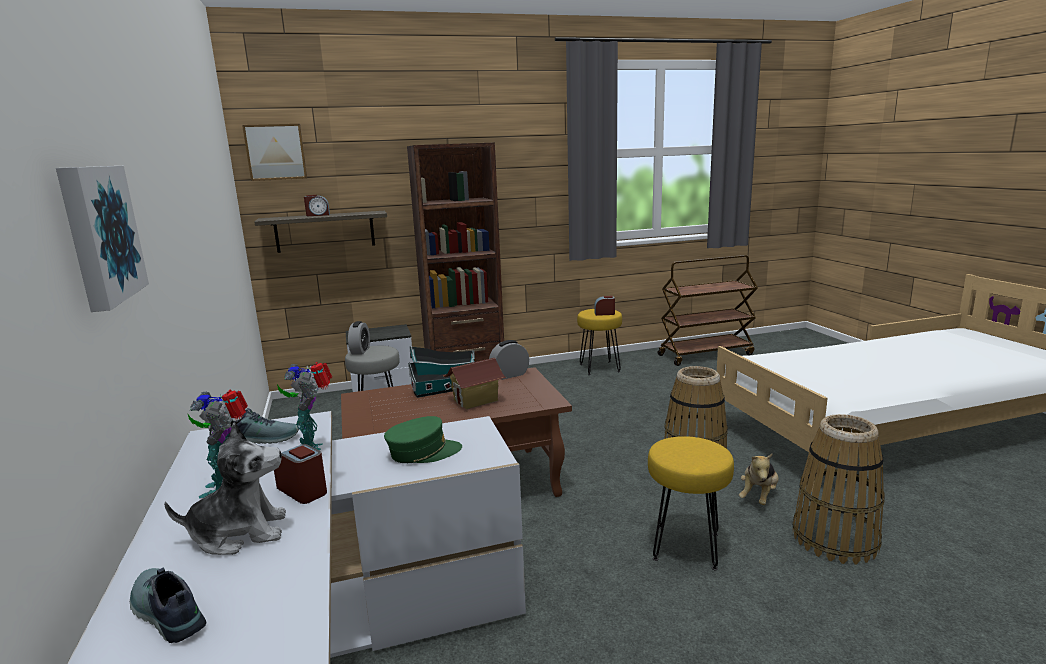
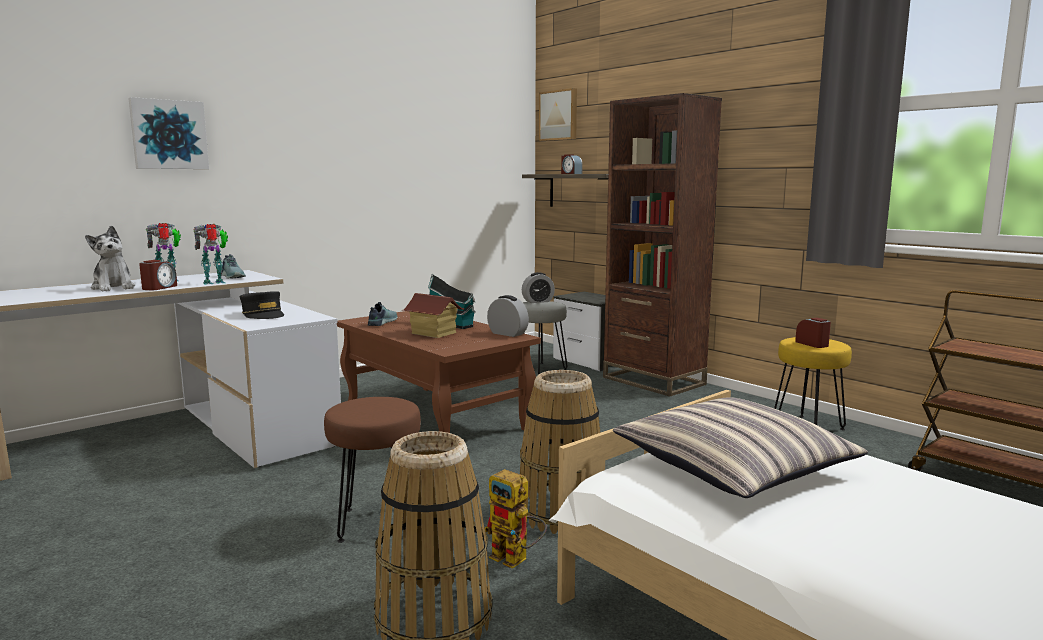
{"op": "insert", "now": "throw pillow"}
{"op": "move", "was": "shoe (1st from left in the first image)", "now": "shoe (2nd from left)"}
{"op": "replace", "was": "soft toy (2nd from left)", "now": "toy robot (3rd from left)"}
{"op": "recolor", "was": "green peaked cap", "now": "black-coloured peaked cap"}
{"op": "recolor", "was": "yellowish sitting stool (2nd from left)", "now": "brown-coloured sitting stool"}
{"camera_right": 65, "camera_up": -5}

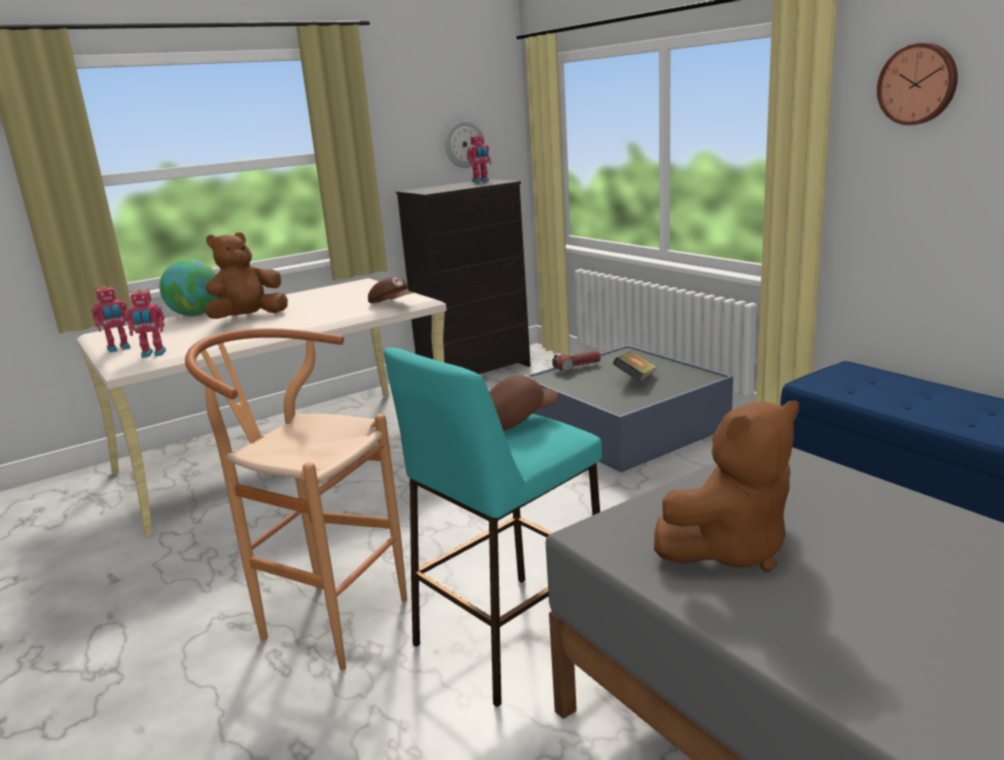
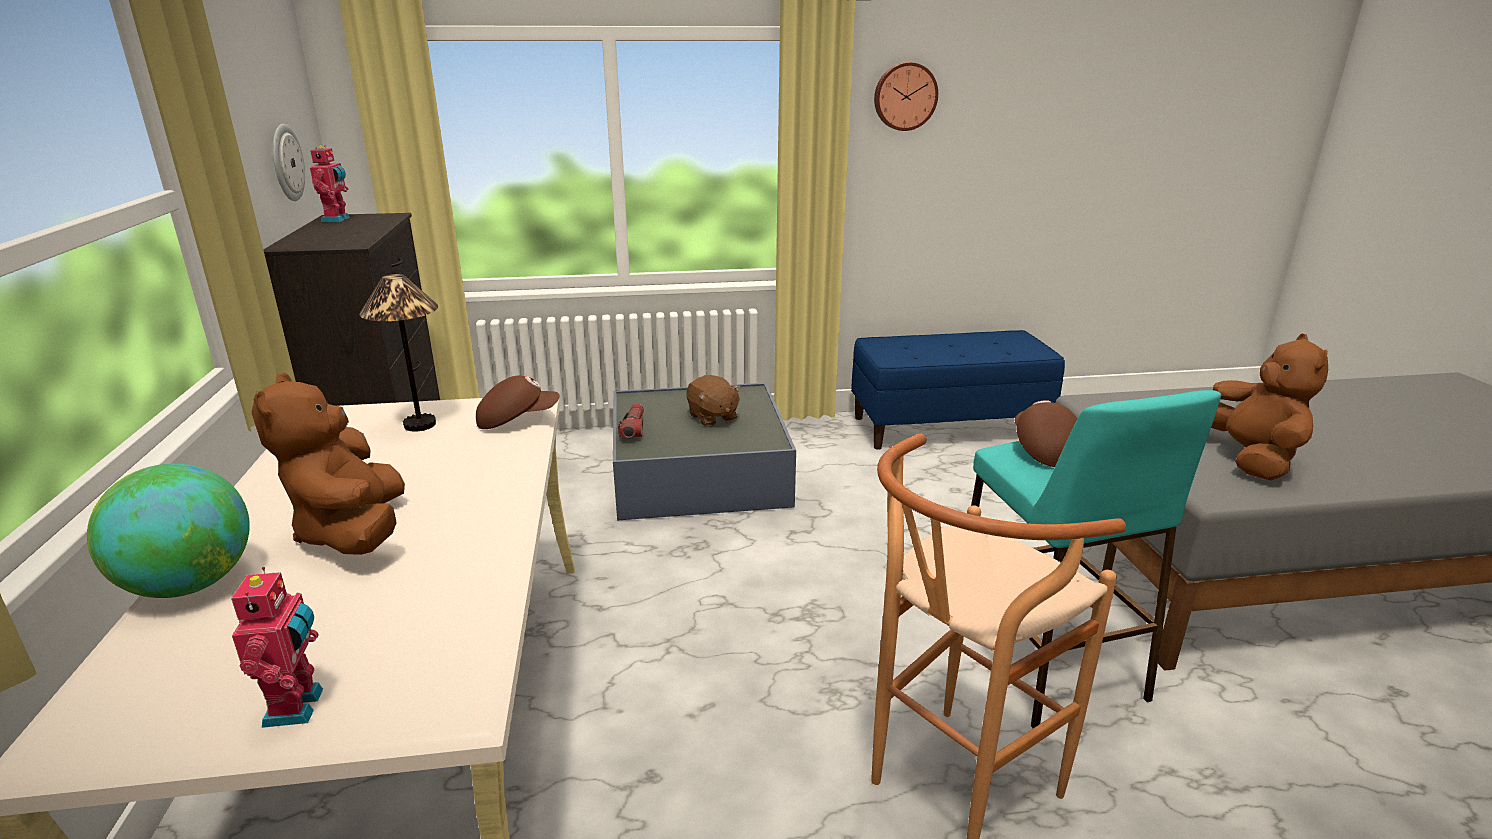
{"op": "delete", "was": "toy robot (2nd from left)"}
{"op": "insert", "now": "lamp for a table"}
{"op": "replace", "was": "bound book", "now": "brown-coloured soft toy (2nd from left)"}
{"camera_right": -65, "camera_up": 5}

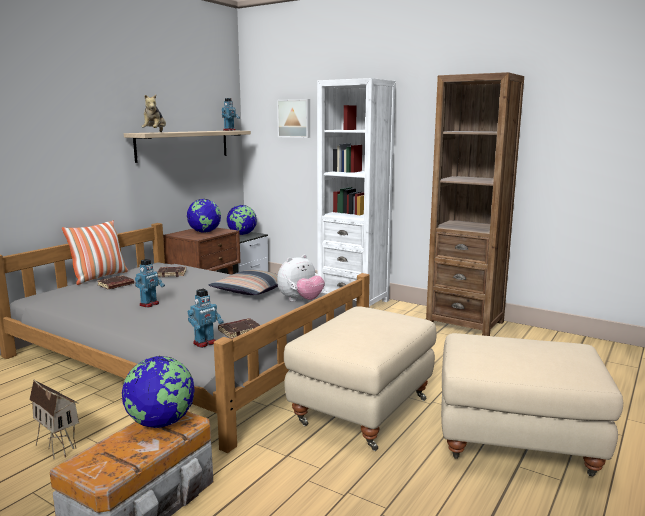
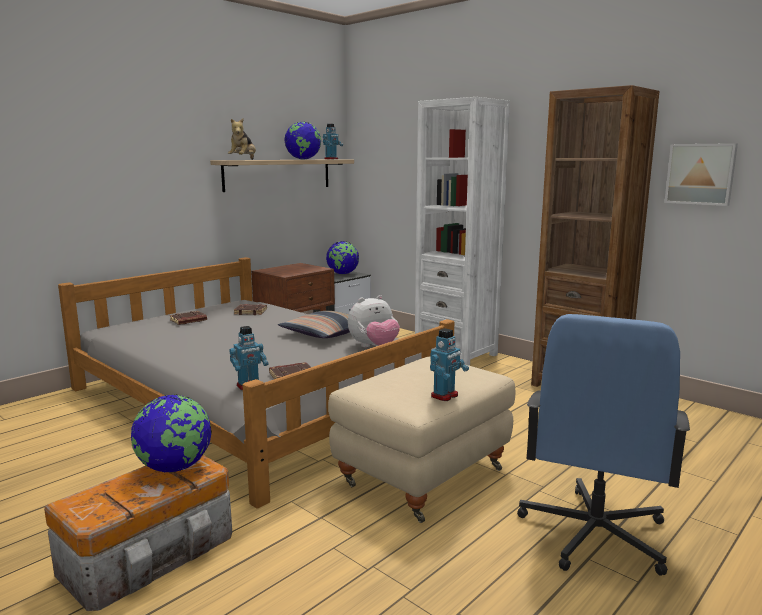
{"op": "delete", "was": "miniature house"}
{"op": "delete", "was": "throw pillow (1st from left)"}
{"op": "move", "was": "toy robot (1st from left in the first image)", "now": "toy robot (3rd from left)"}
{"op": "move", "was": "world globe (2nd from left)"}
{"op": "move", "was": "picture"}
{"op": "replace", "was": "beige footrest (2nd from left)", "now": "bluish desk chair"}
{"camera_right": 10, "camera_up": 0}

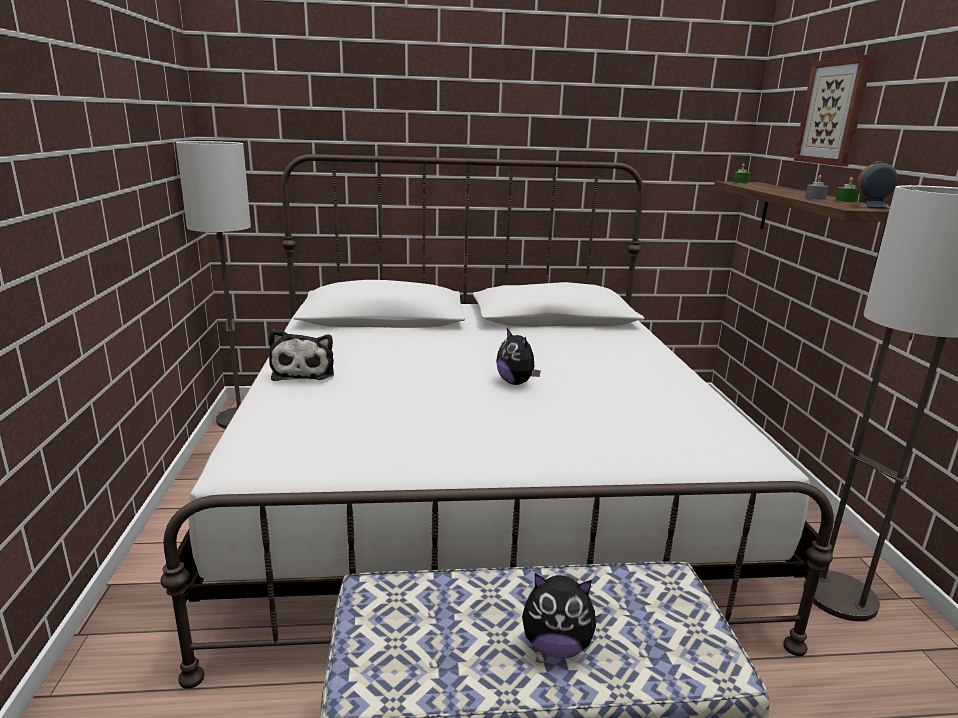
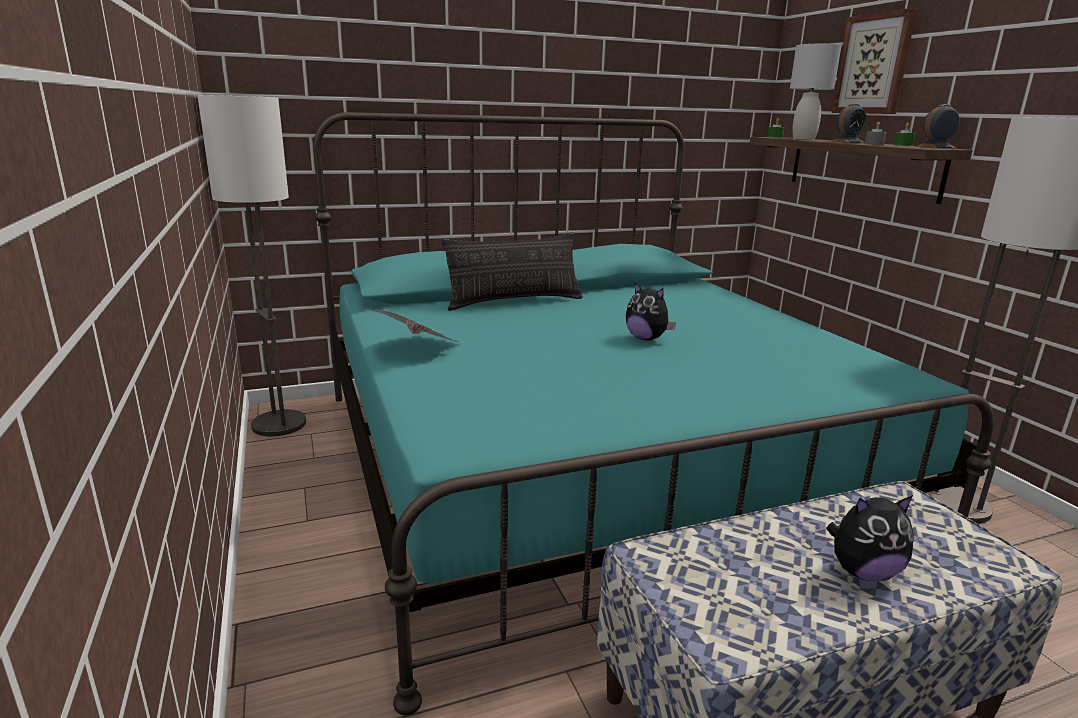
{"op": "insert", "now": "throw pillow"}
{"op": "insert", "now": "greyish lamp for a table"}
{"op": "insert", "now": "alarm clock (1st from left)"}
{"op": "replace", "was": "soft toy (1st from left)", "now": "newspaper"}
{"op": "recolor", "was": "white-coloured bed", "now": "blue-green bed"}
{"camera_right": -15, "camera_up": 0}

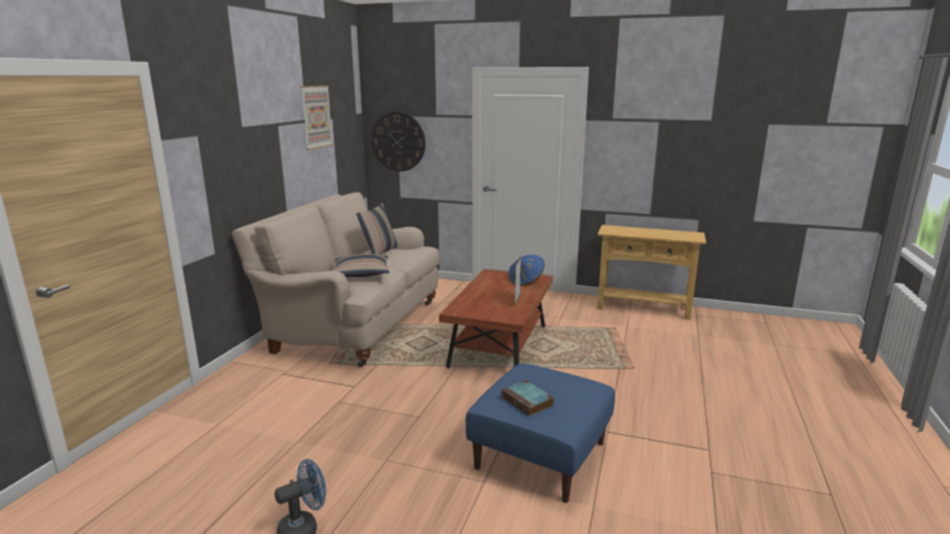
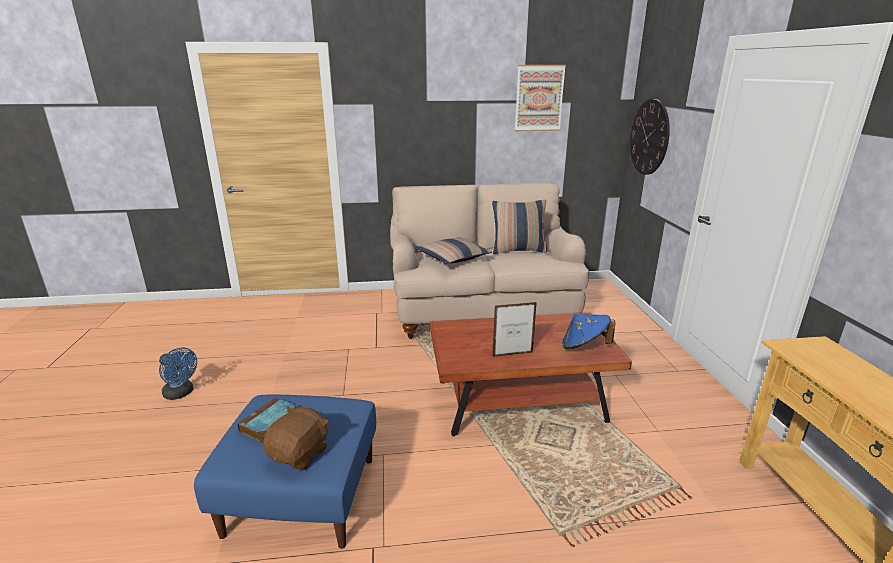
{"op": "insert", "now": "brown-coloured soft toy"}
{"camera_right": 65, "camera_up": 5}

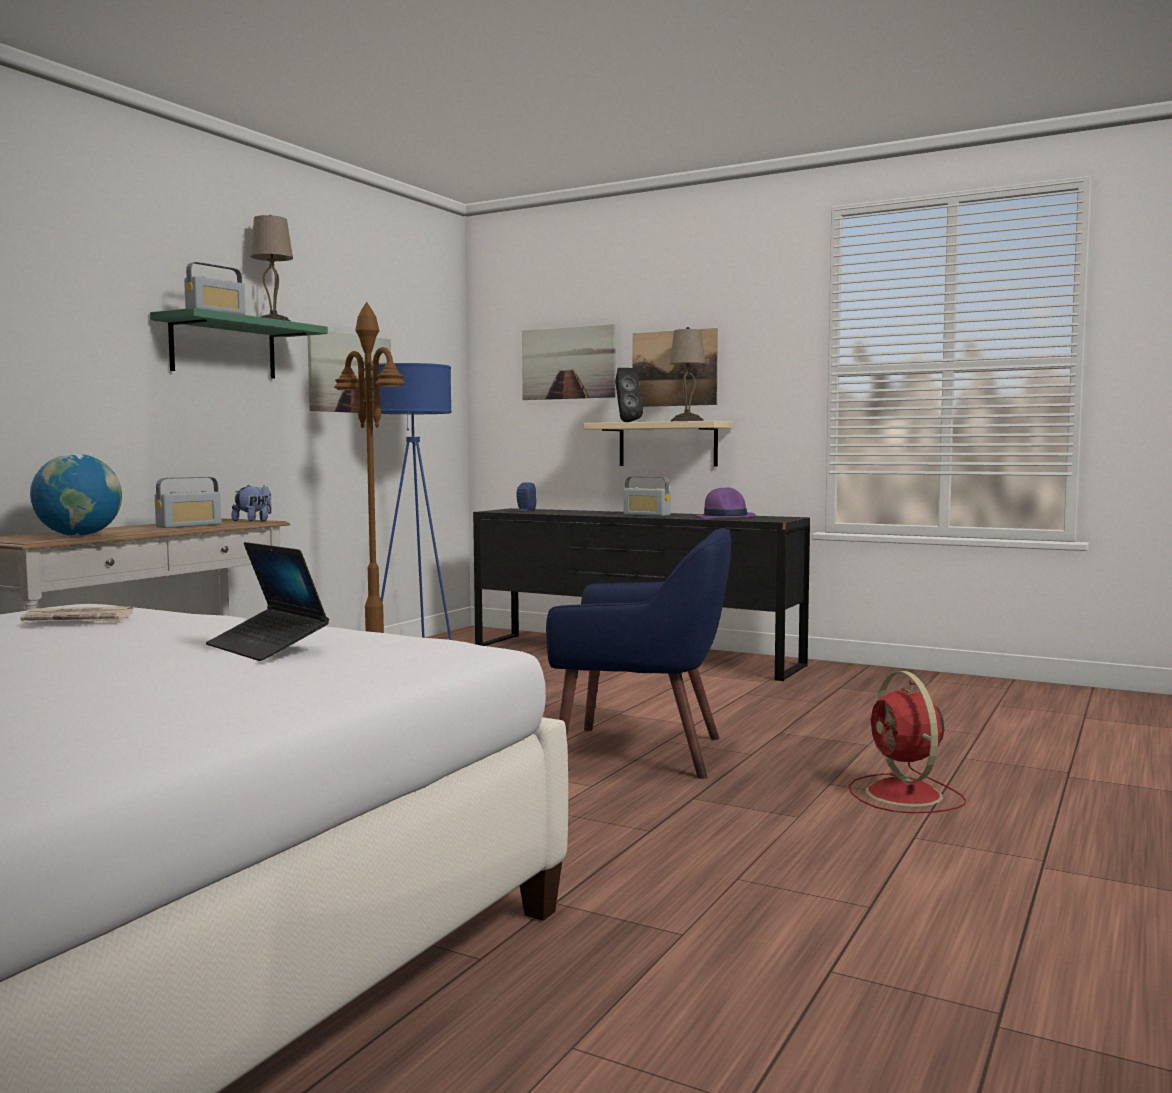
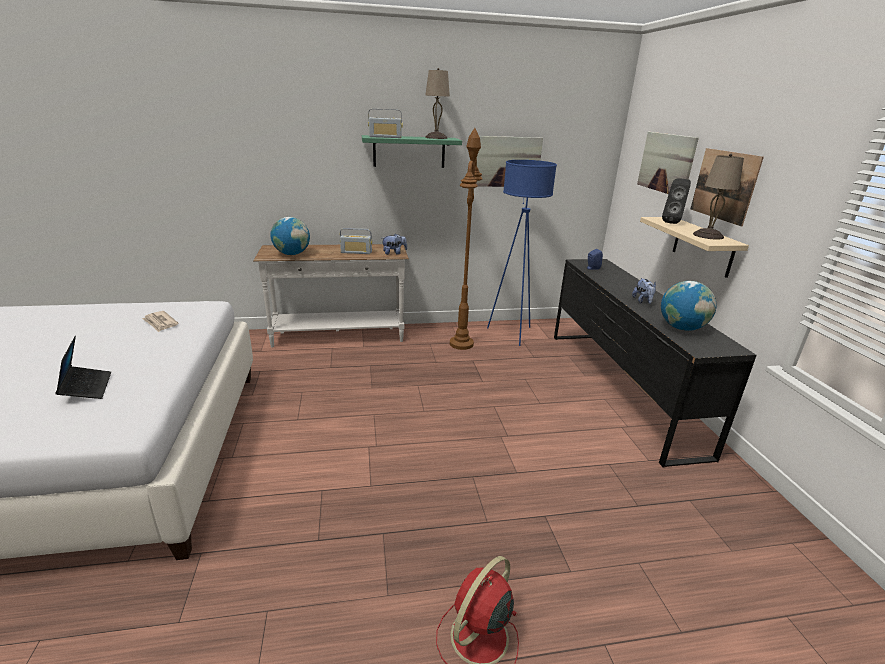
{"op": "delete", "was": "bluish lounge chair"}
{"op": "replace", "was": "radio set (3rd from left)", "now": "soft toy (2nd from left)"}
{"op": "replace", "was": "purple wearable hat", "now": "world globe (2nd from left)"}
{"op": "rotate", "was": "portable computer", "clockwise": 150}
{"camera_right": 50, "camera_up": 20}

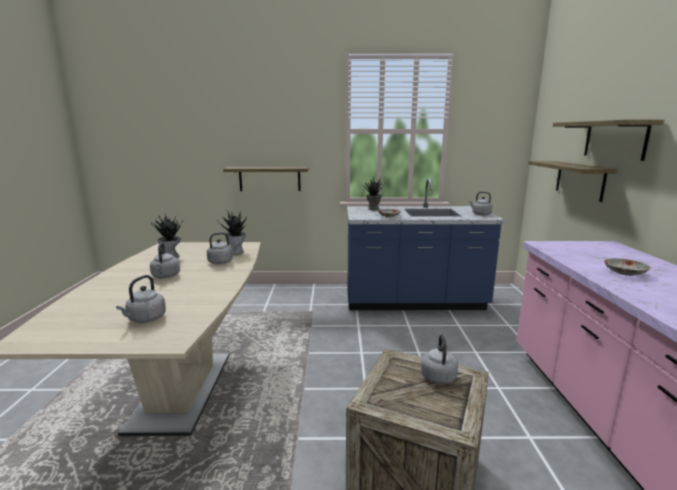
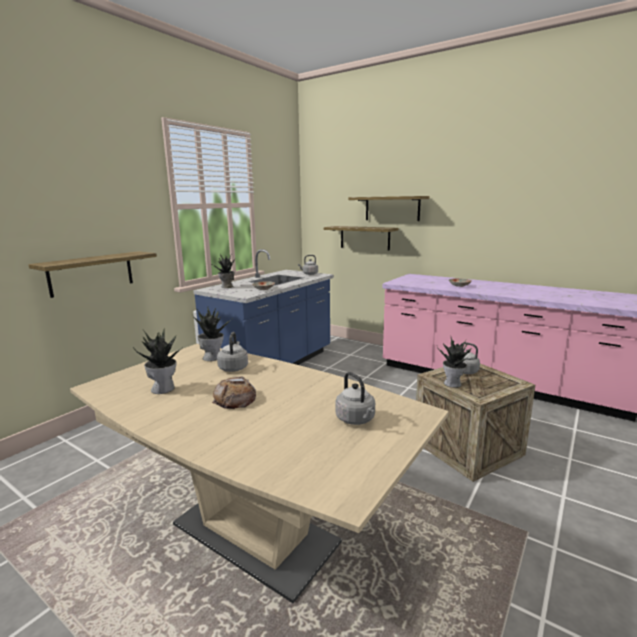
{"op": "insert", "now": "plant in a pot (4th from left)"}
{"op": "replace", "was": "greyish water kettle (2nd from left)", "now": "bread"}
{"camera_right": -55, "camera_up": 0}

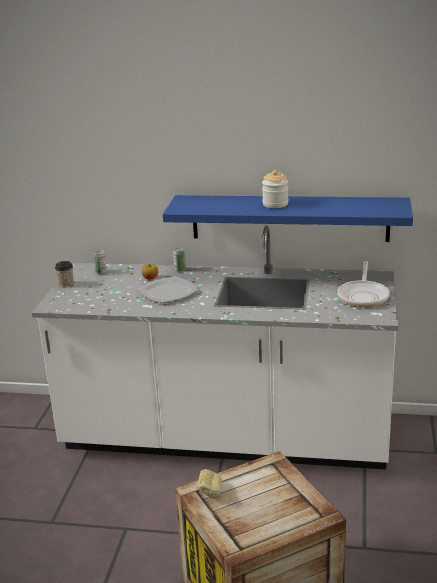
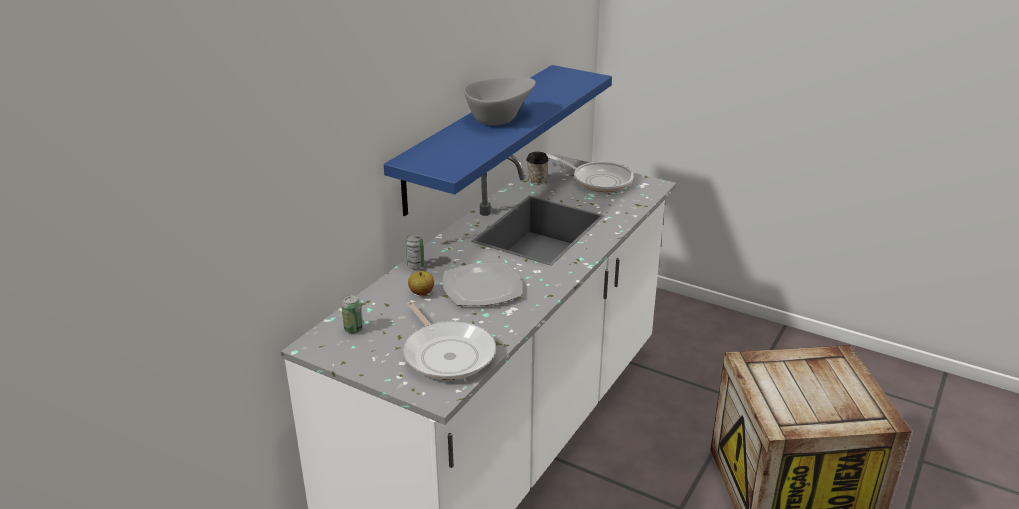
{"op": "delete", "was": "bread"}
{"op": "insert", "now": "pan (1st from left)"}
{"op": "move", "was": "drinking cup"}
{"op": "replace", "was": "storage jar", "now": "greyish deep dish"}
{"camera_right": -70, "camera_up": 5}

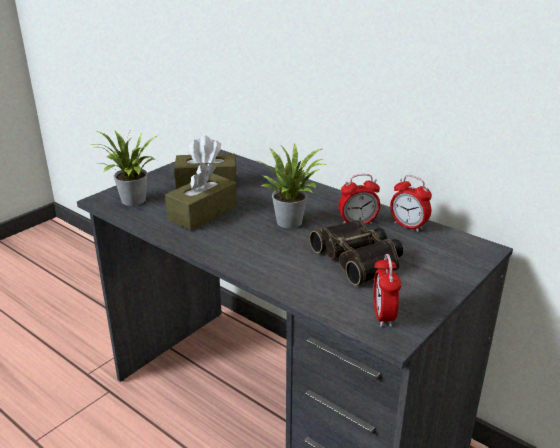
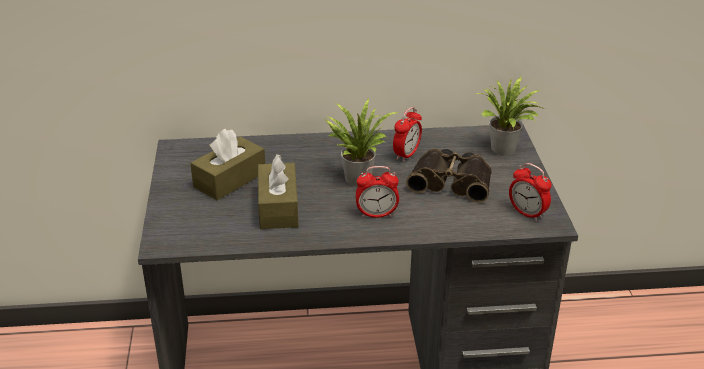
{"op": "move", "was": "plant in a pot (1st from left in the first image)", "now": "plant in a pot (2nd from left)"}
{"op": "move", "was": "alarm clock (3rd from left in the first image)", "now": "alarm clock (1st from left)"}
{"camera_right": -45, "camera_up": 5}

